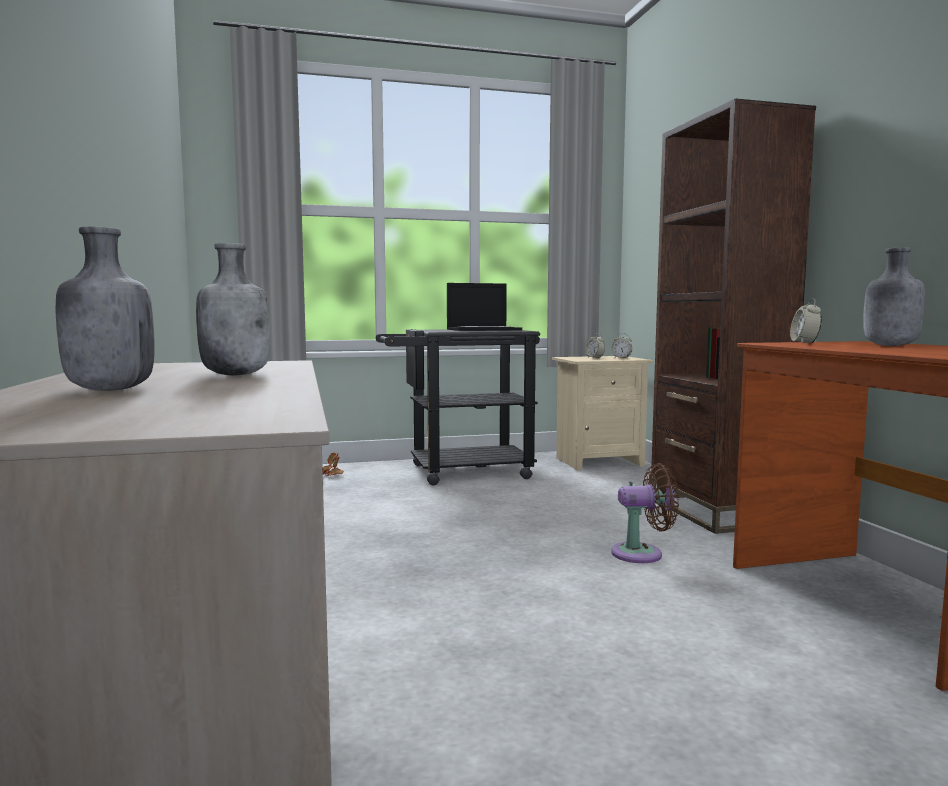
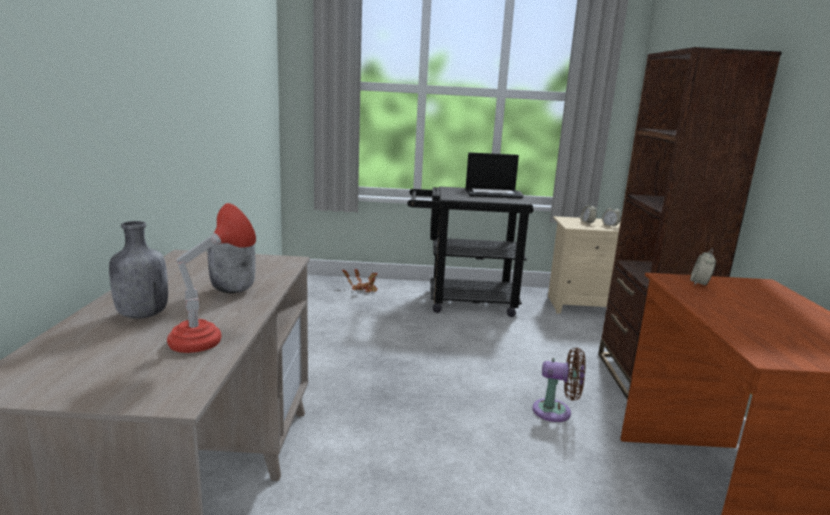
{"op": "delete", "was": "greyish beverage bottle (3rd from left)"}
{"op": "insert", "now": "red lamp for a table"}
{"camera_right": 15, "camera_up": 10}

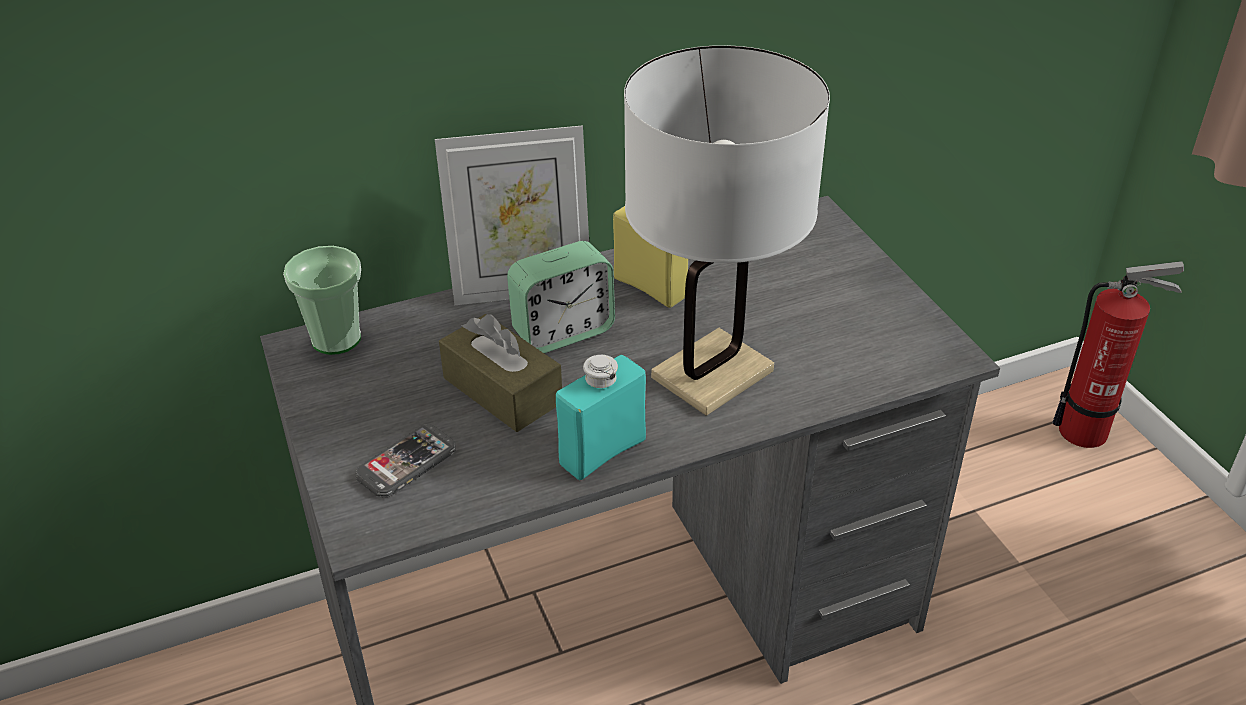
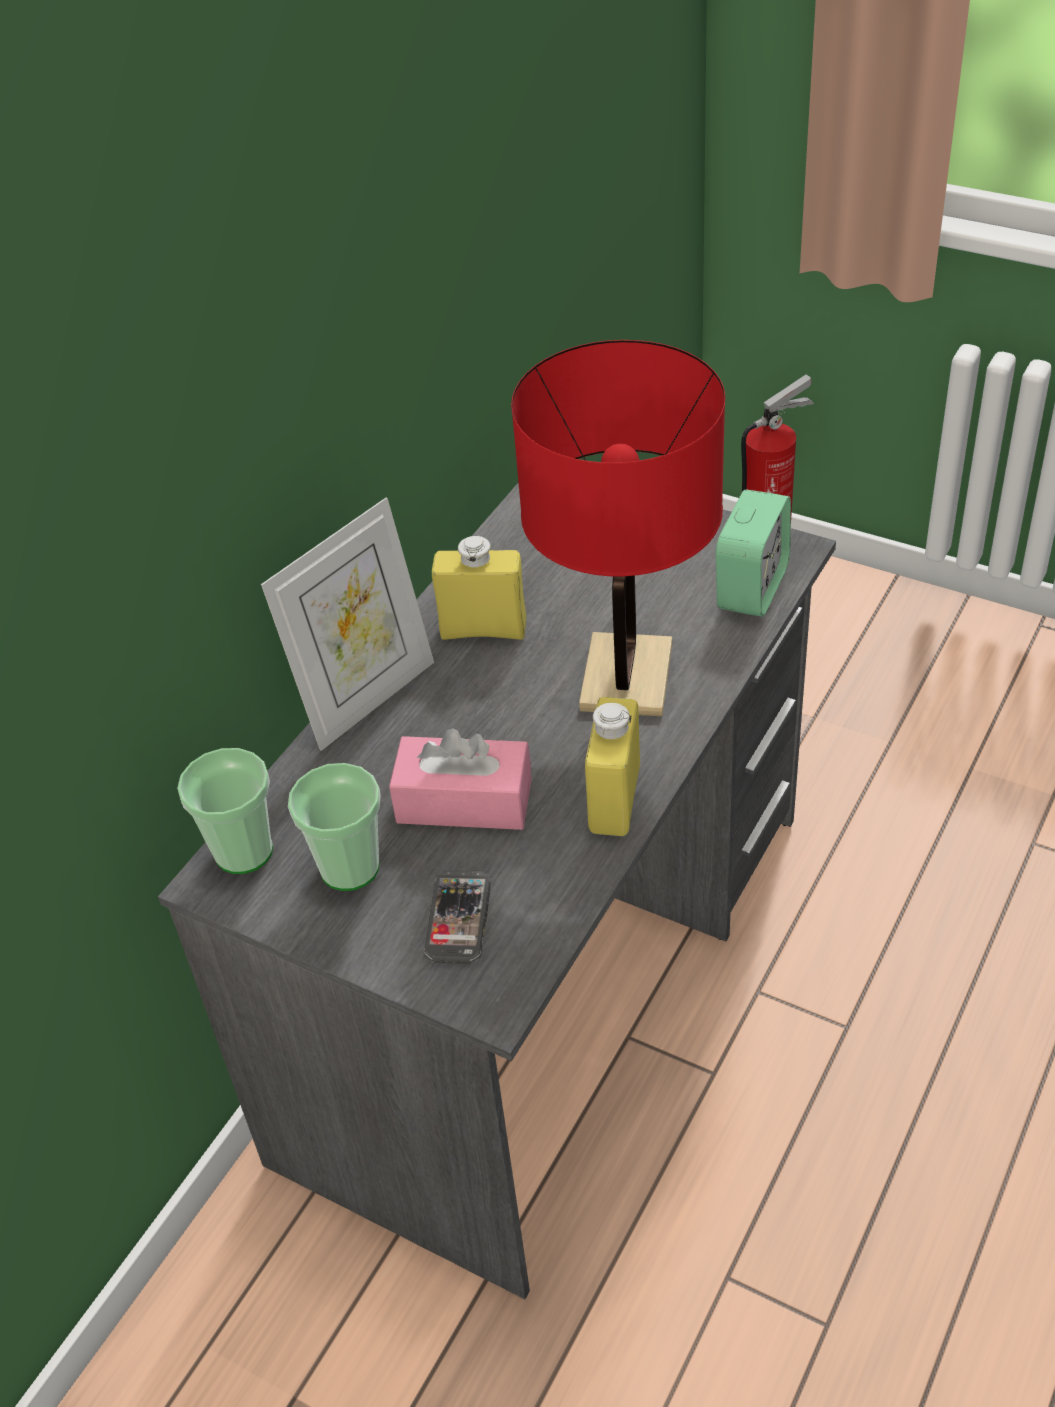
{"op": "insert", "now": "drinking cup (2nd from left)"}
{"op": "move", "was": "alarm clock"}
{"op": "recolor", "was": "brown-coloured tissue holder", "now": "pink-coloured tissue holder"}
{"op": "recolor", "was": "blue-green beverage bottle", "now": "yellowish beverage bottle (2nd from left)"}
{"op": "recolor", "was": "white-coloured lamp for a table", "now": "red lamp for a table"}
{"camera_right": -35, "camera_up": 5}

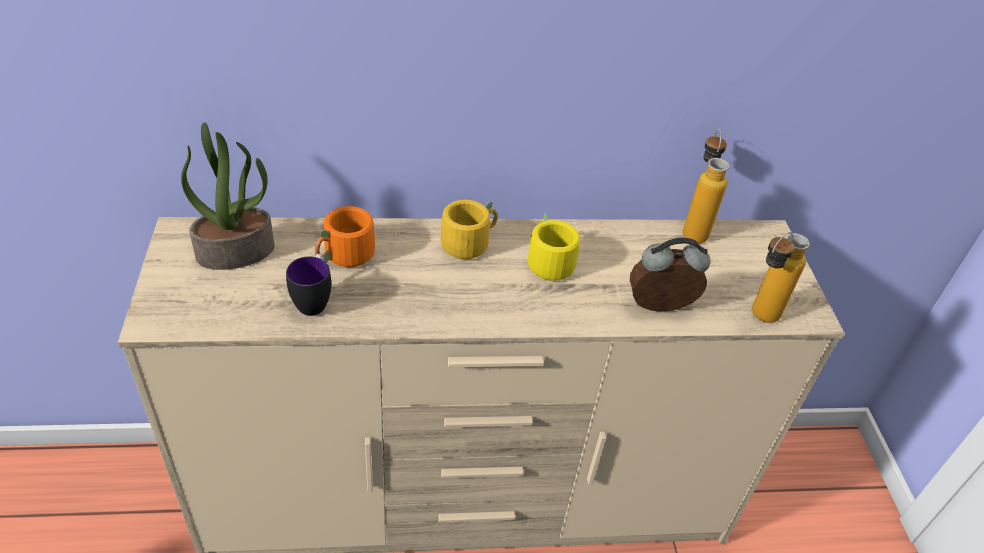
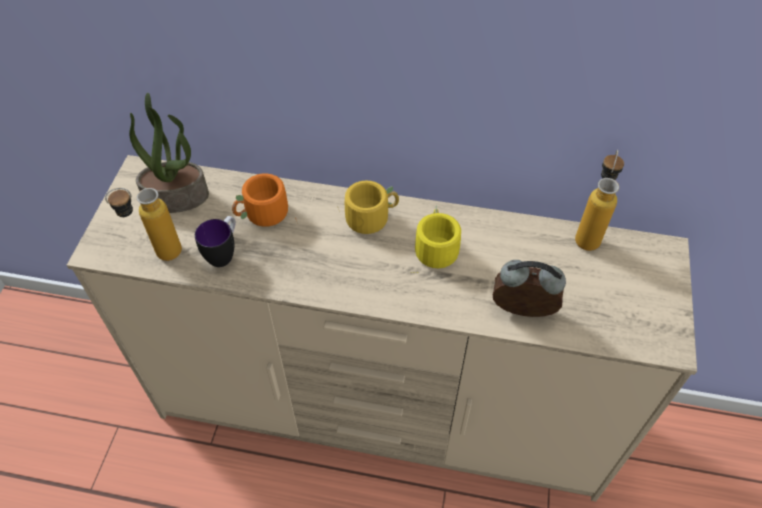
{"op": "move", "was": "beverage bottle (2nd from left in the first image)", "now": "beverage bottle (1st from left)"}
{"camera_right": 20, "camera_up": 10}

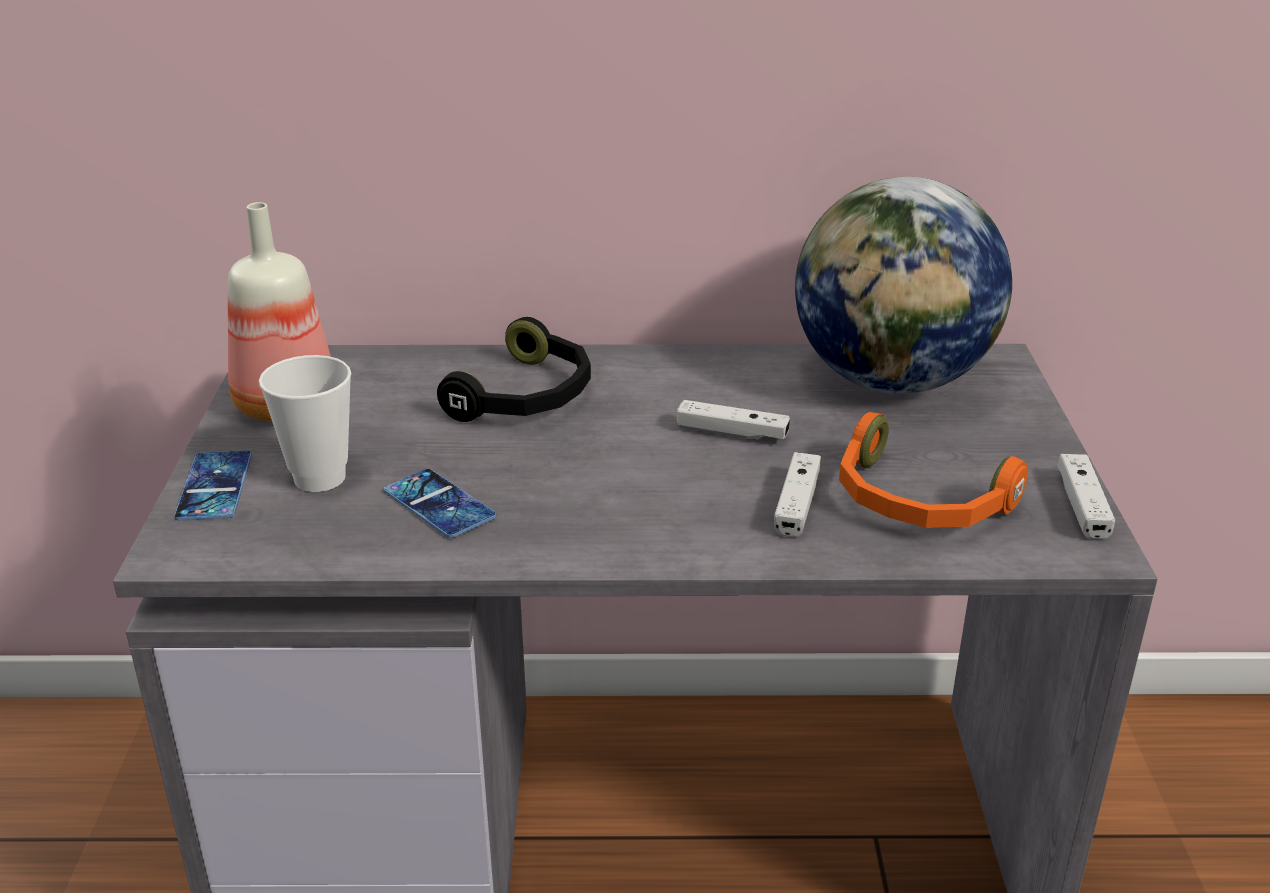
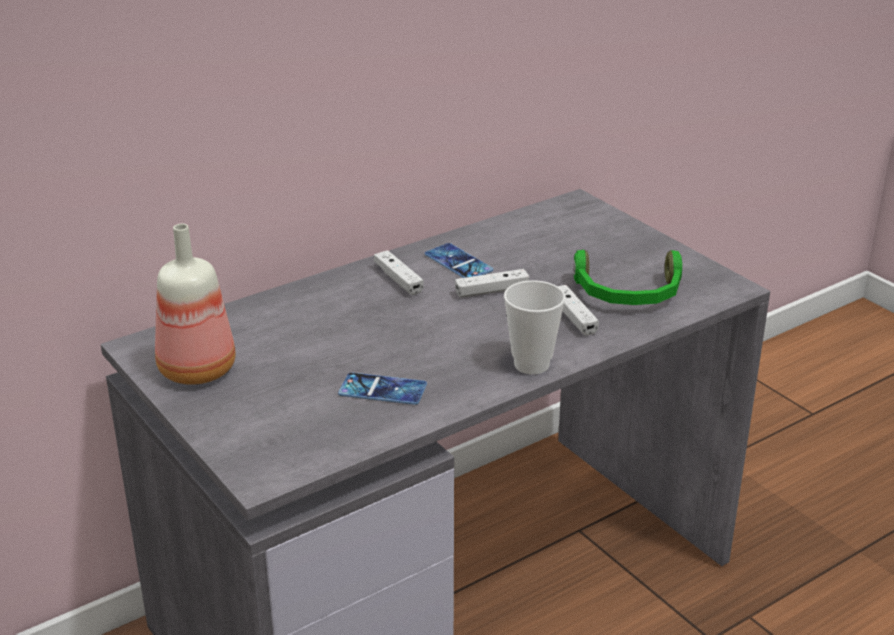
{"op": "delete", "was": "black-coloured headphones"}
{"op": "delete", "was": "world globe"}
{"op": "move", "was": "phone (1st from left in the first image)", "now": "phone (2nd from left)"}
{"op": "move", "was": "drinking cup"}
{"op": "move", "was": "white-coloured joypad (3rd from left in the first image)", "now": "white-coloured joypad (1st from left)"}
{"op": "recolor", "was": "orange headphones", "now": "green headphones"}
{"camera_right": -35, "camera_up": 0}

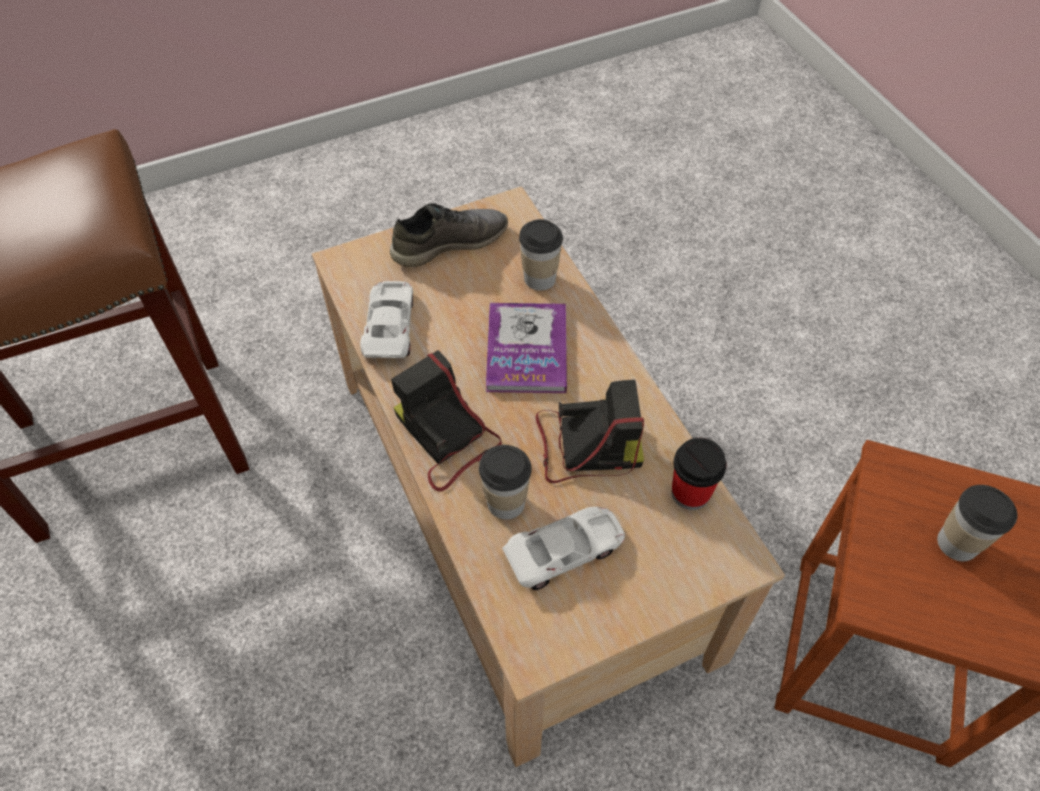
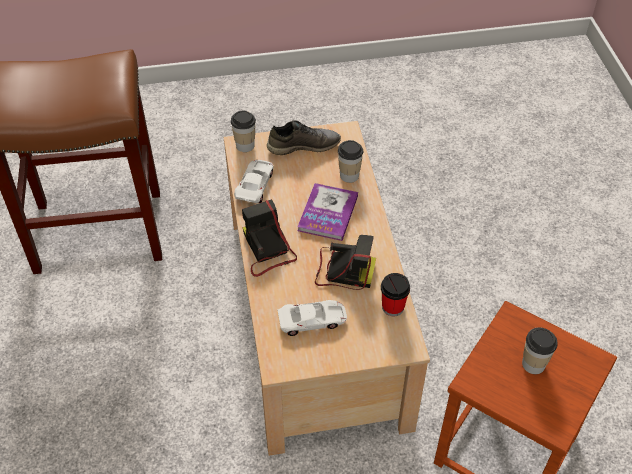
{"op": "move", "was": "drinking cup (1st from left)"}
{"camera_right": 15, "camera_up": -5}

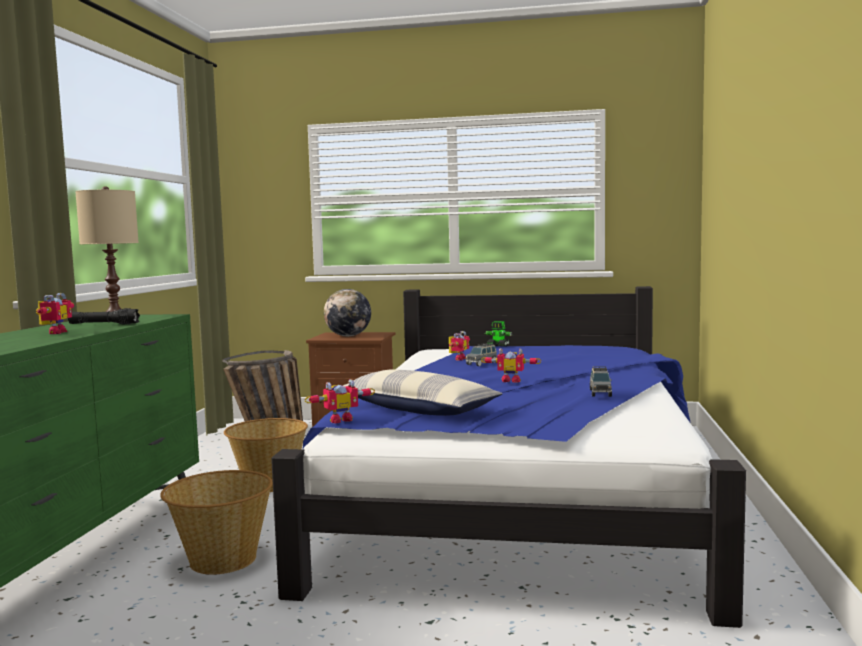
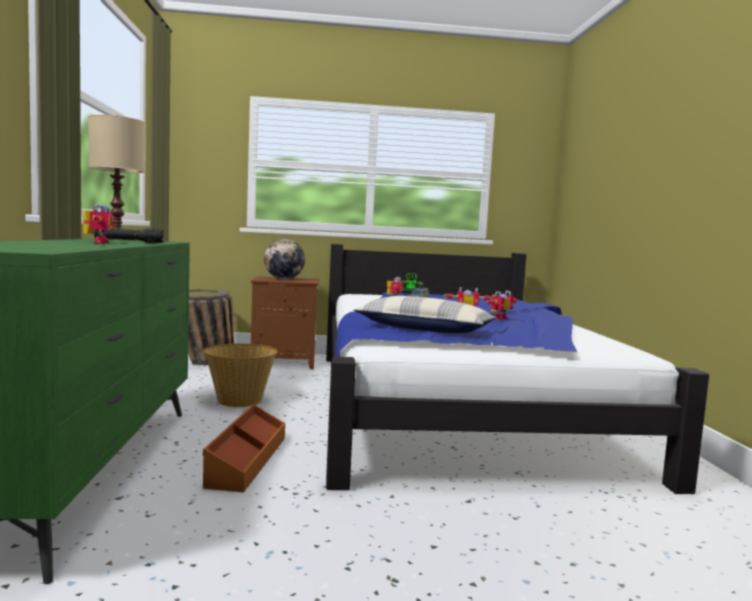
{"op": "delete", "was": "greyish miniature car (2nd from left)"}
{"op": "move", "was": "toy robot (2nd from left in the first image)", "now": "toy robot (5th from left)"}
{"op": "replace", "was": "storage basket (1st from left)", "now": "brown-coloured storage container"}
{"camera_right": -15, "camera_up": 0}

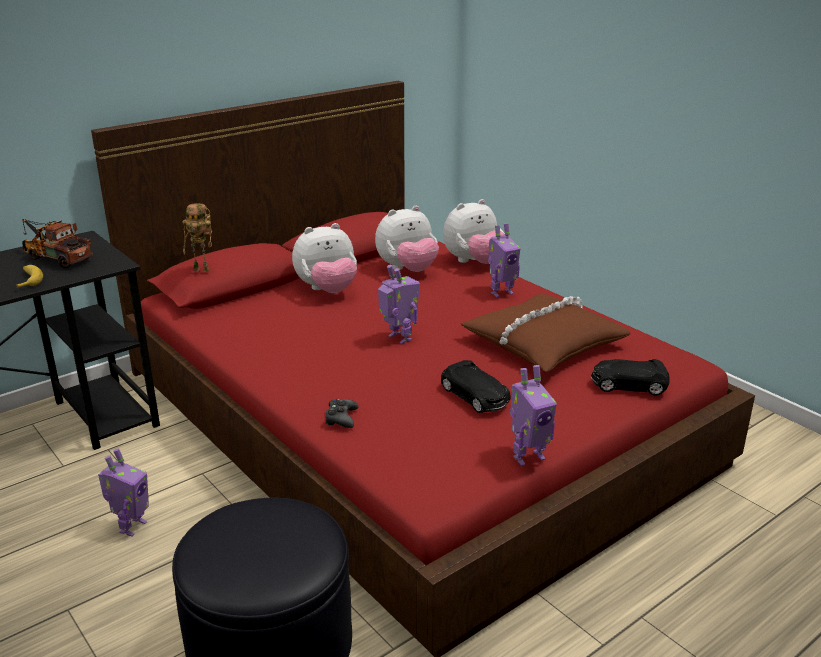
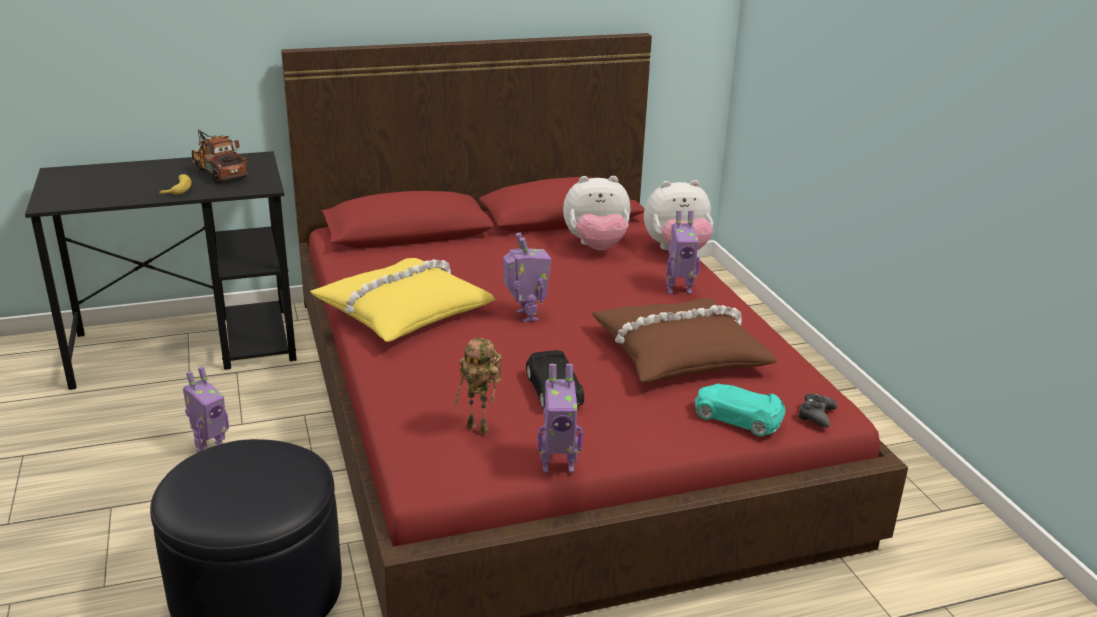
{"op": "delete", "was": "soft toy (1st from left)"}
{"op": "insert", "now": "yellowish throw pillow"}
{"op": "move", "was": "toy robot (2nd from left)"}
{"op": "move", "was": "black-coloured joypad"}
{"op": "recolor", "was": "black-coloured miniature car (2nd from left)", "now": "blue-green miniature car"}
{"camera_right": 20, "camera_up": 0}

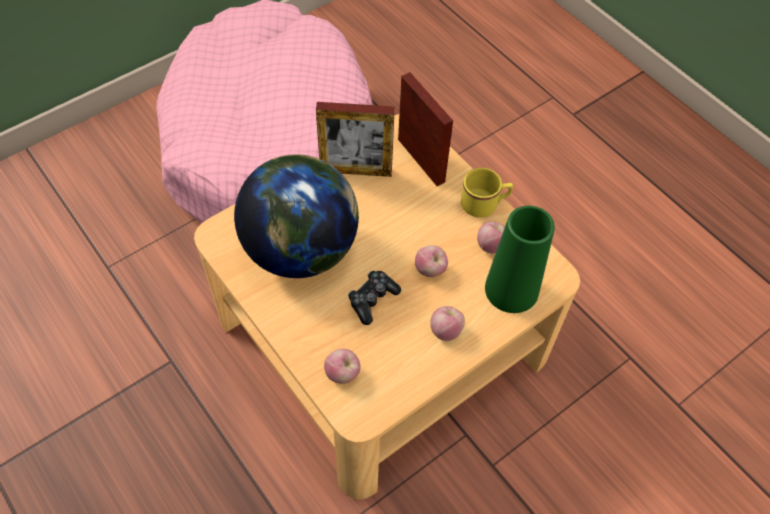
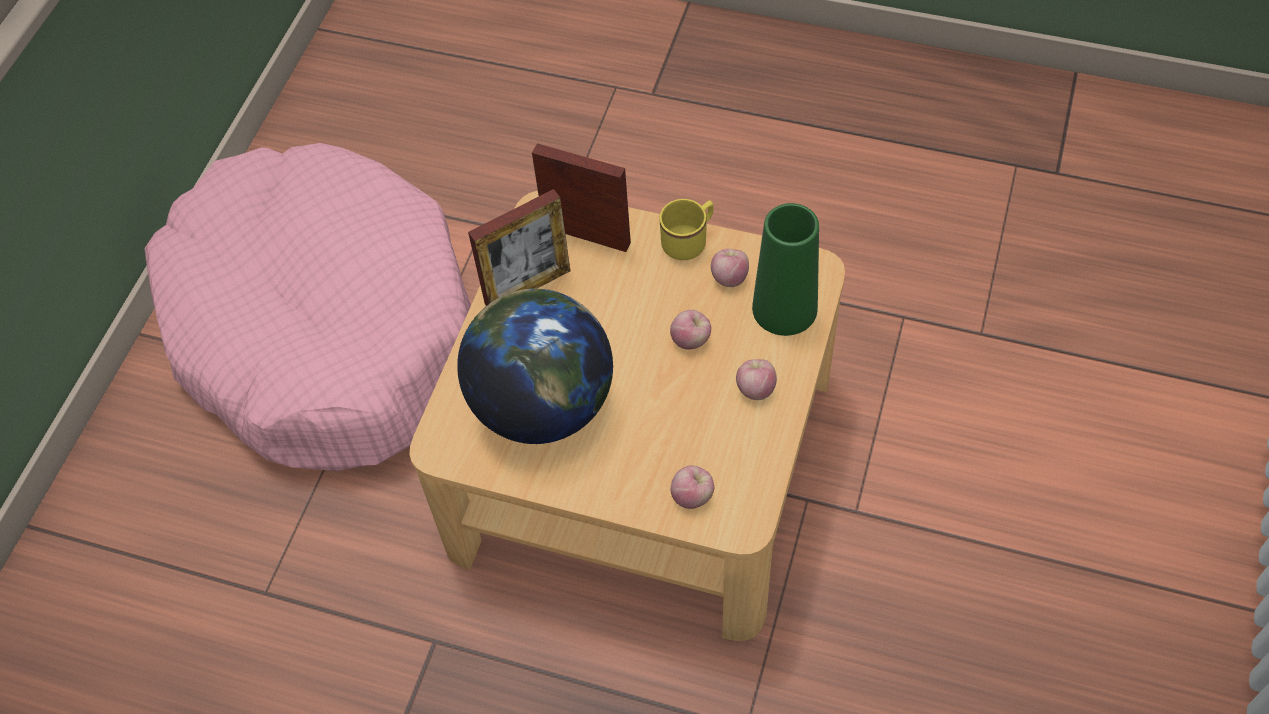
{"op": "delete", "was": "joypad"}
{"camera_right": -30, "camera_up": 0}

